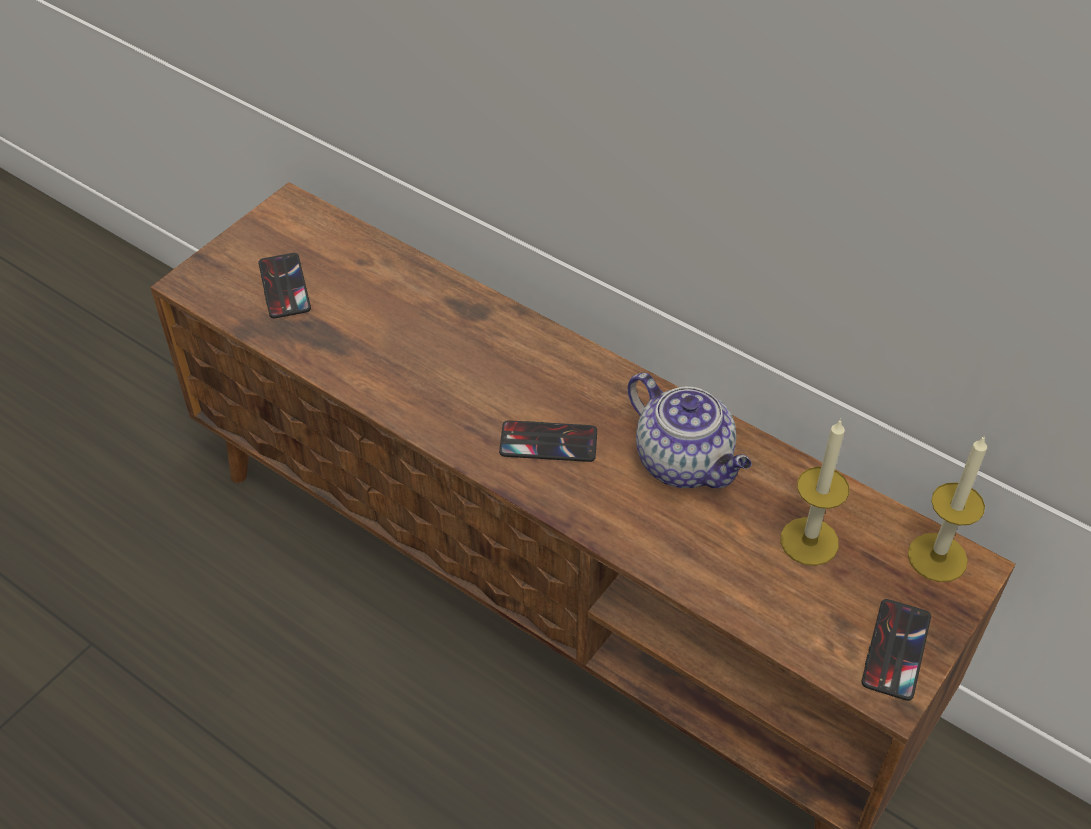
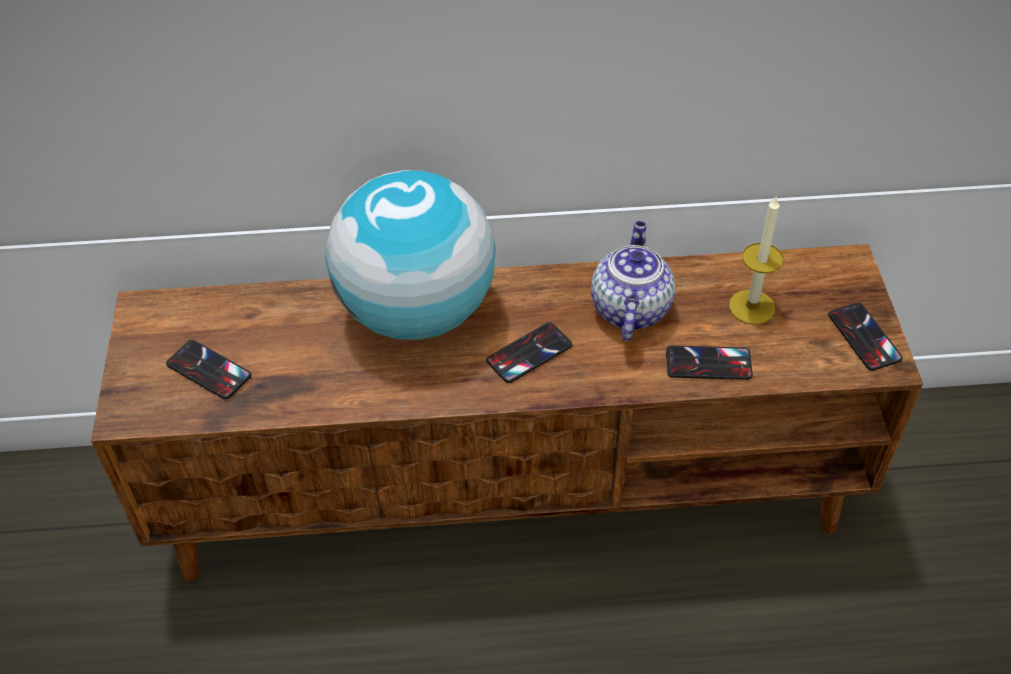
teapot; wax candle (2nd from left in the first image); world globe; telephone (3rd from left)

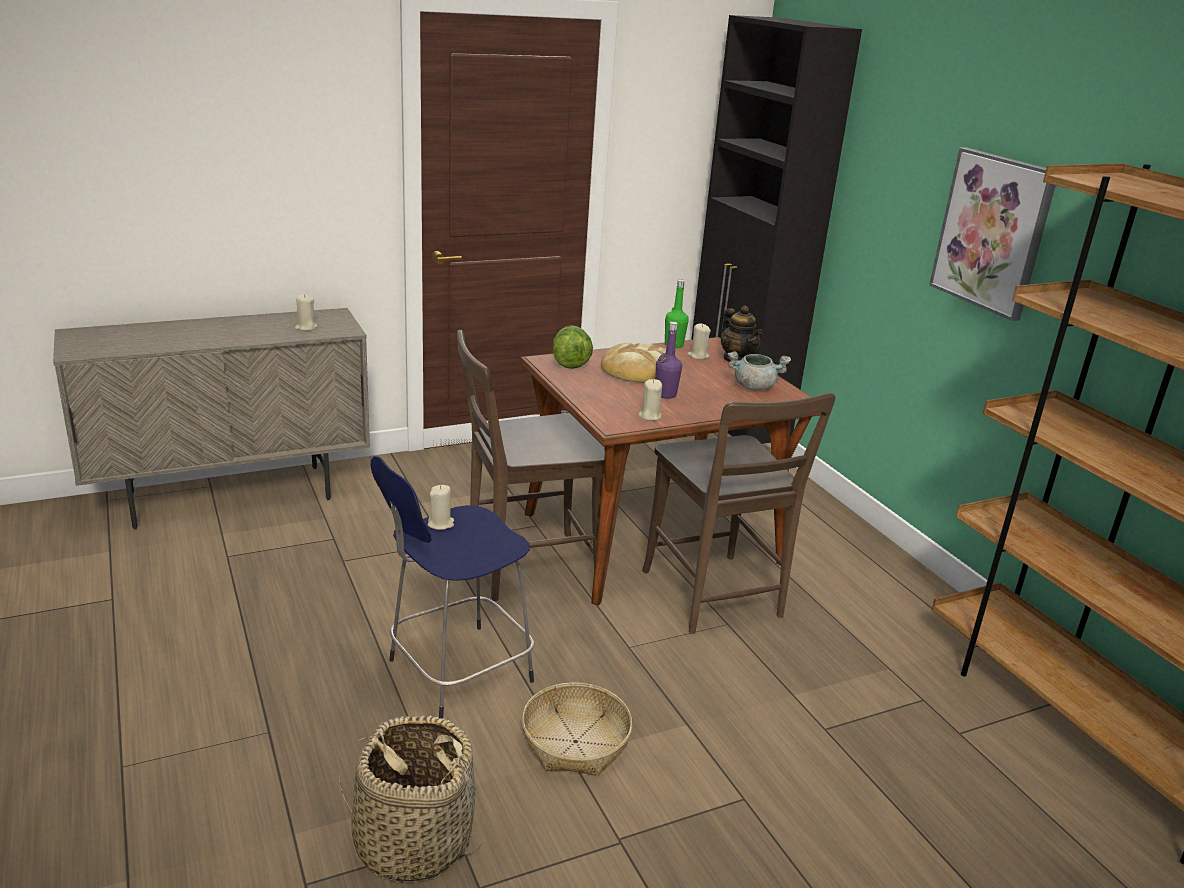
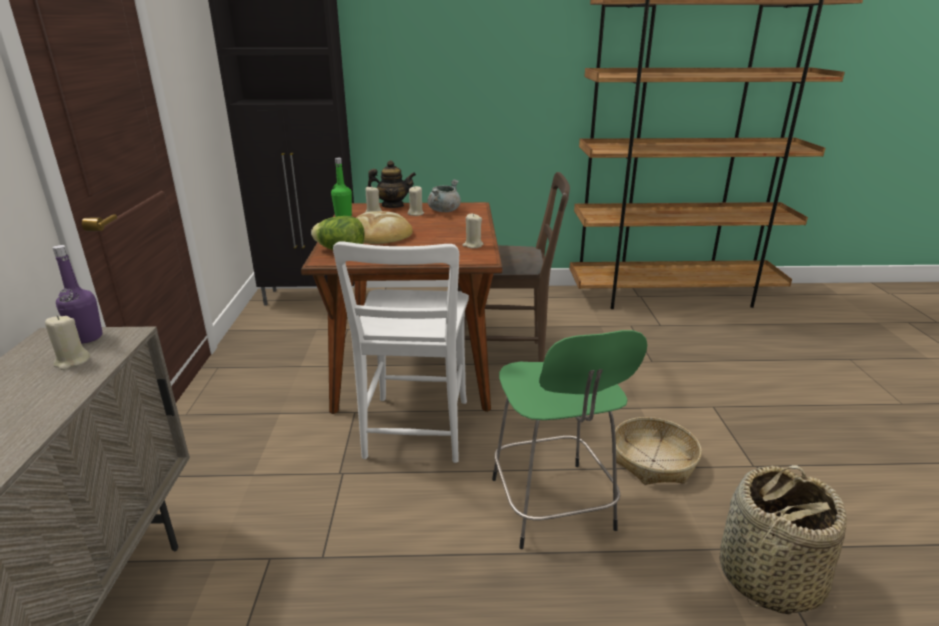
wall picture; purplish drink bottle; whitish upright chair; greenish stool; beige-coloured wax candle (3rd from left)

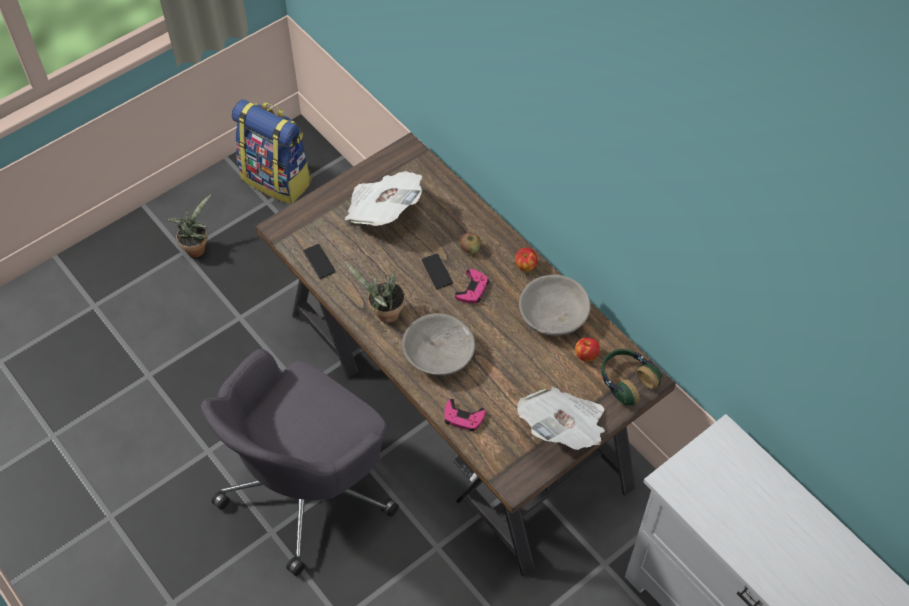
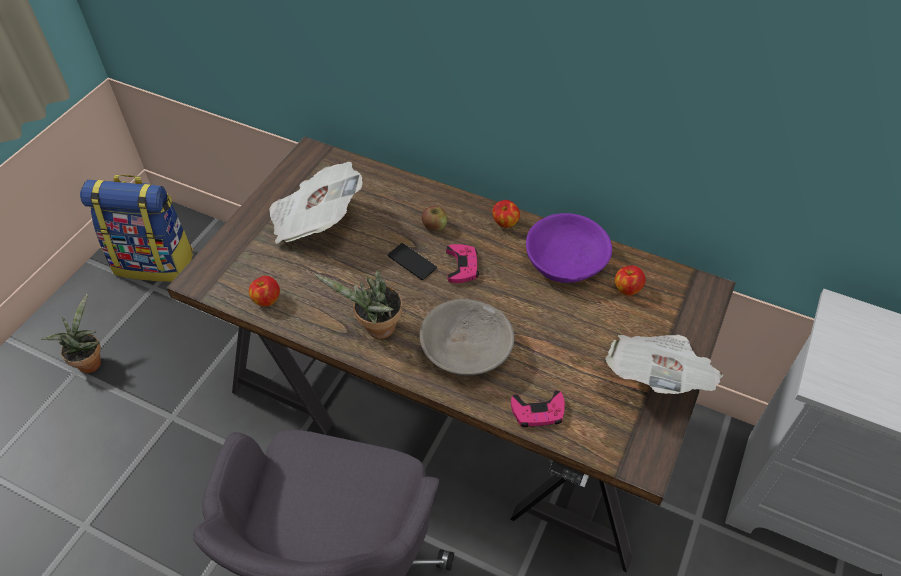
apple (1st from left); purplish deep dish; headset

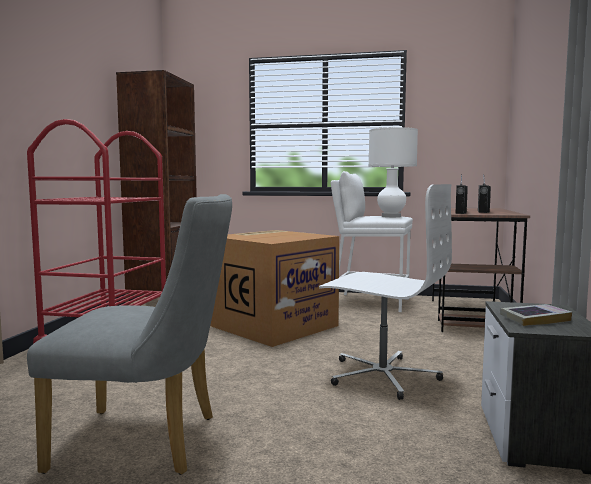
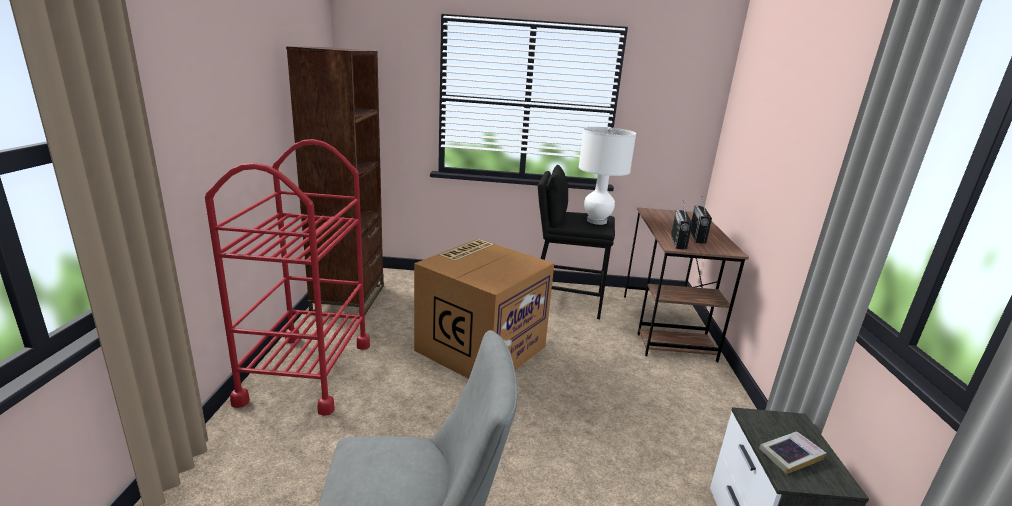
black stool; whitish computer chair

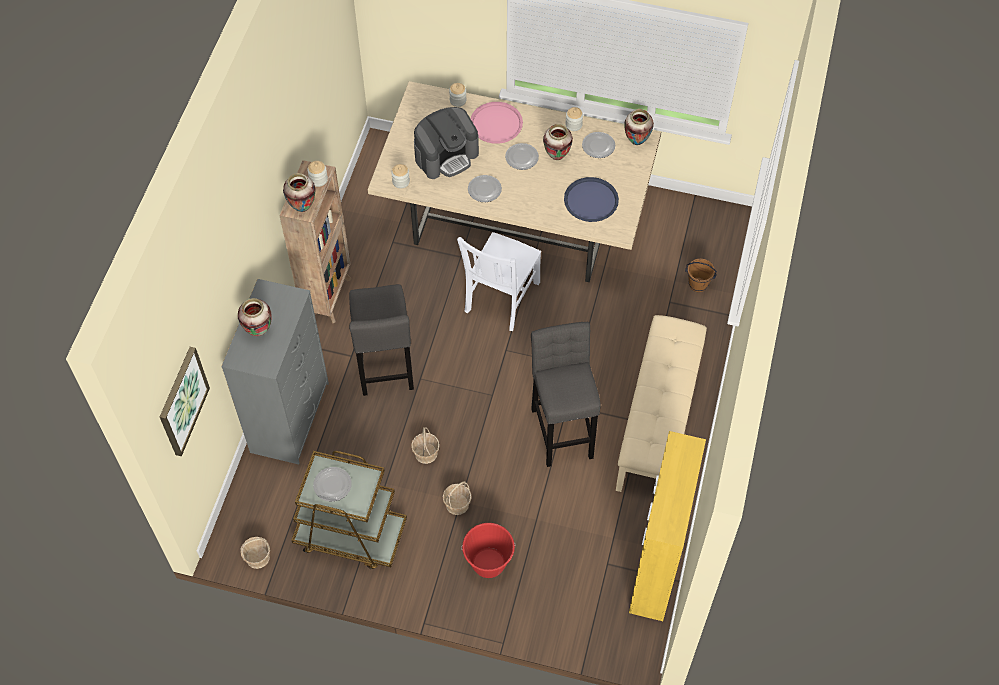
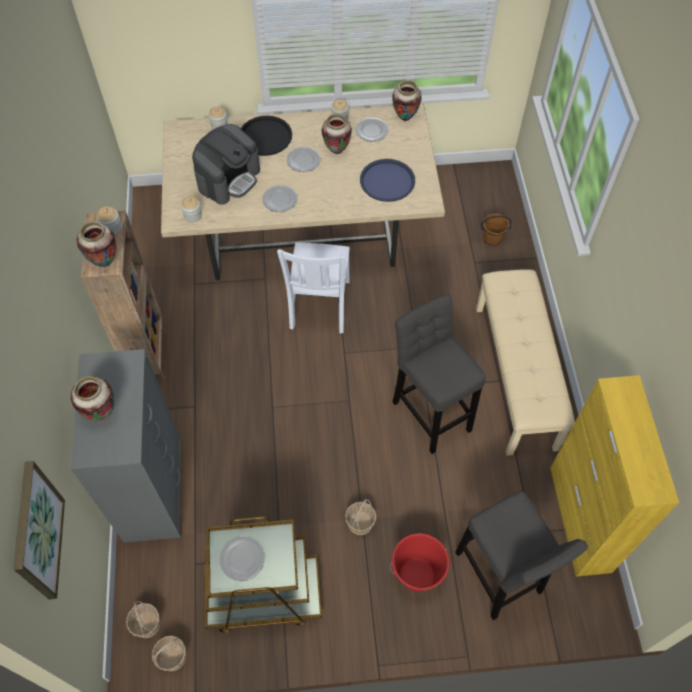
black serving tray; gray stool (2nd from left); basket (1st from left)

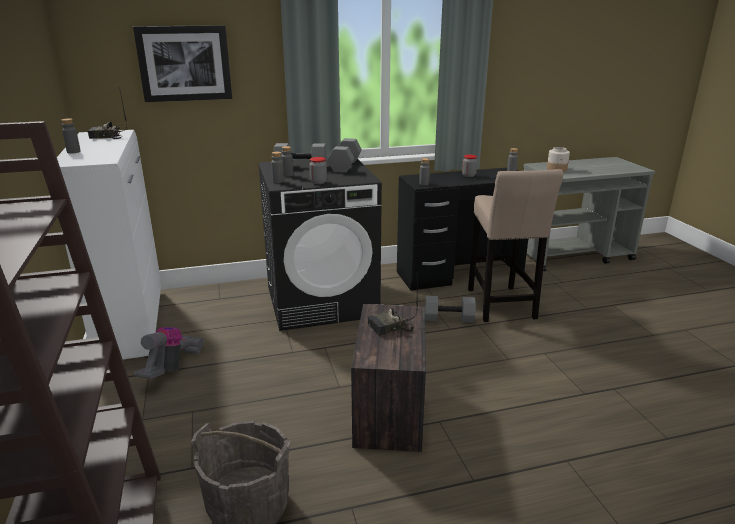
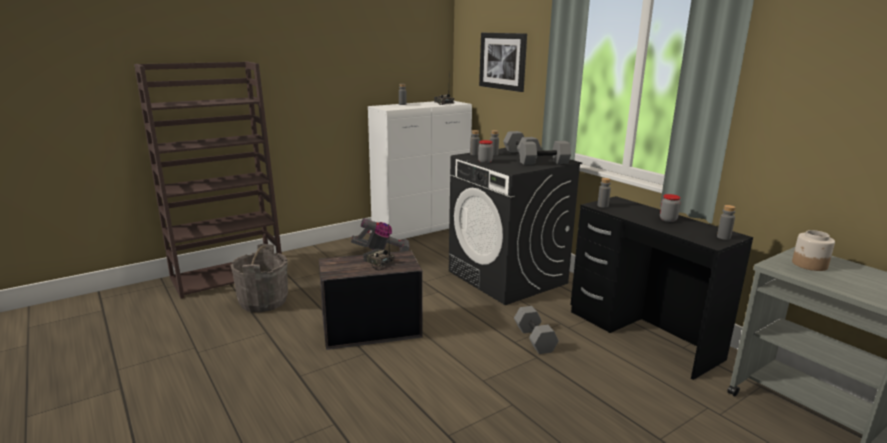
beige-coloured stool

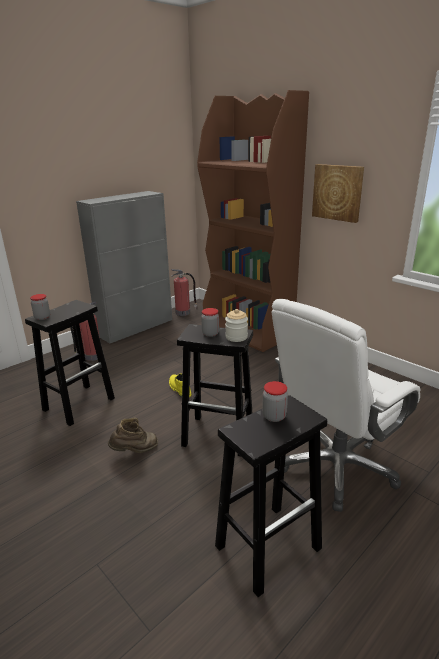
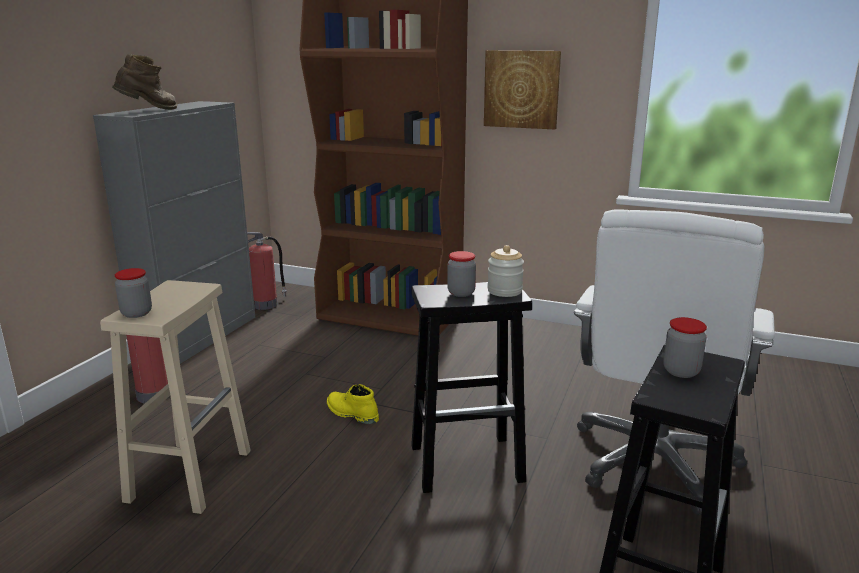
beige-coloured stool; brown boot

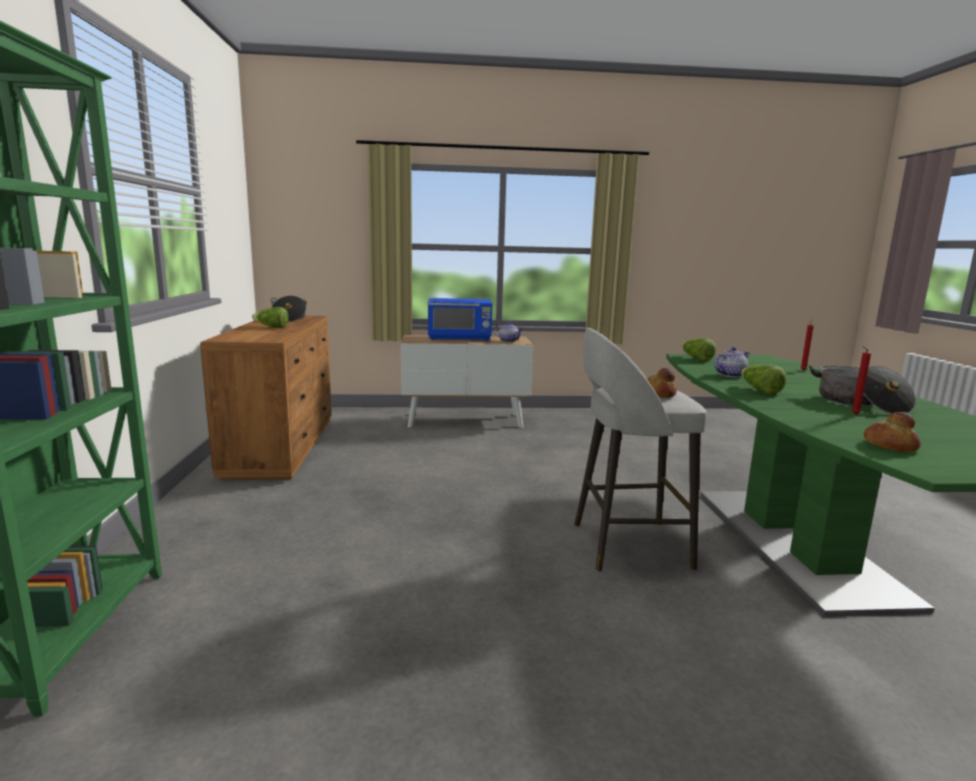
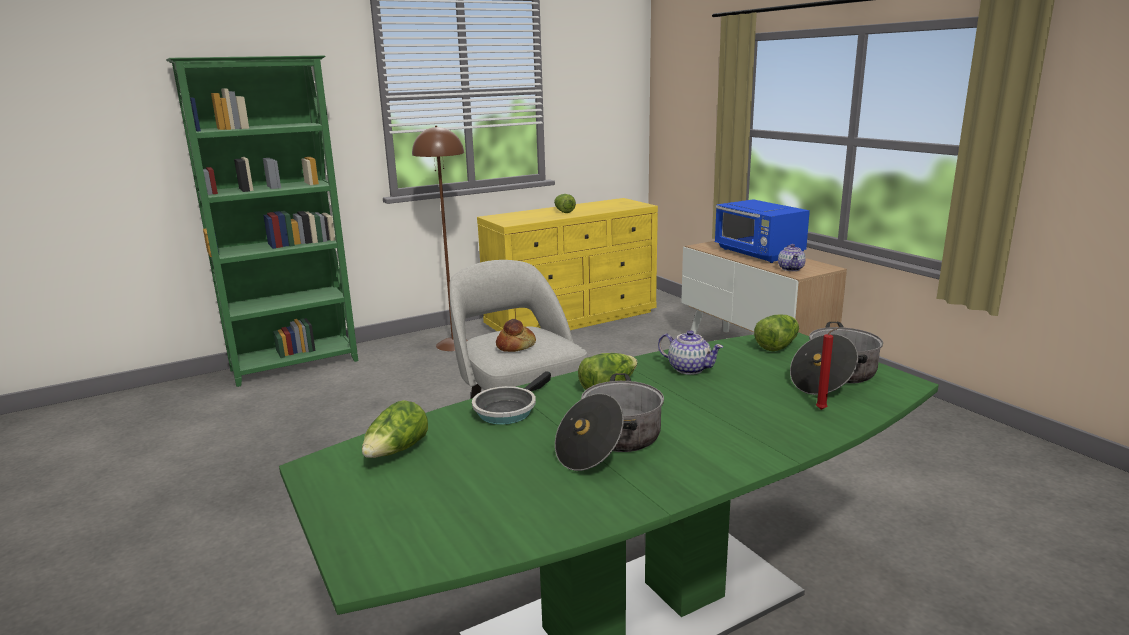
stockpot (2nd from left); yellowish drawer chest; reddish wax candle (2nd from left in the first image); head of lettuce (1st from left); brown floor lamp; frying pan

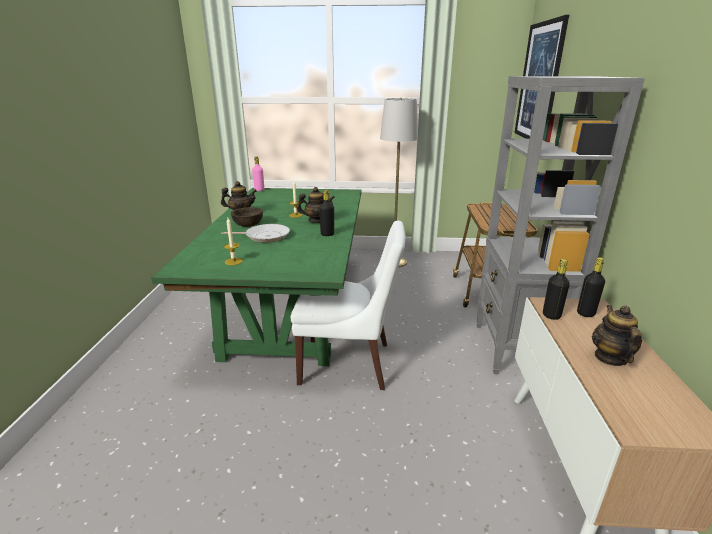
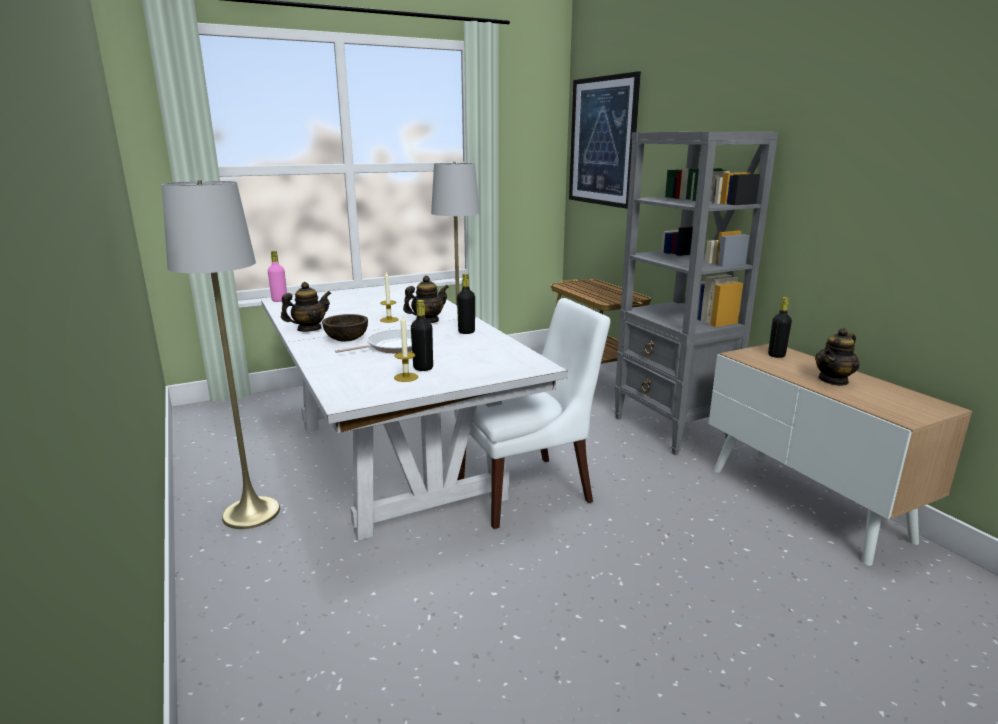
whitish dinner table; black drink bottle (1st from left); teapot (3rd from left); gray floor lamp (1st from left)

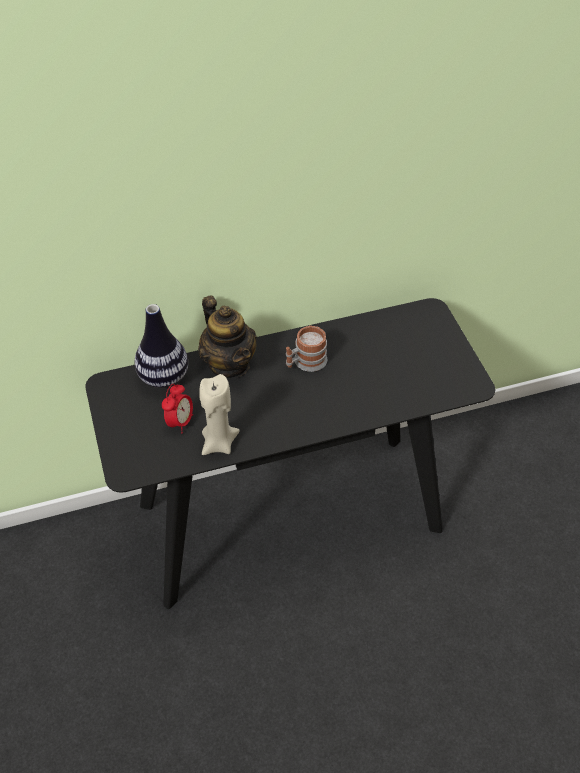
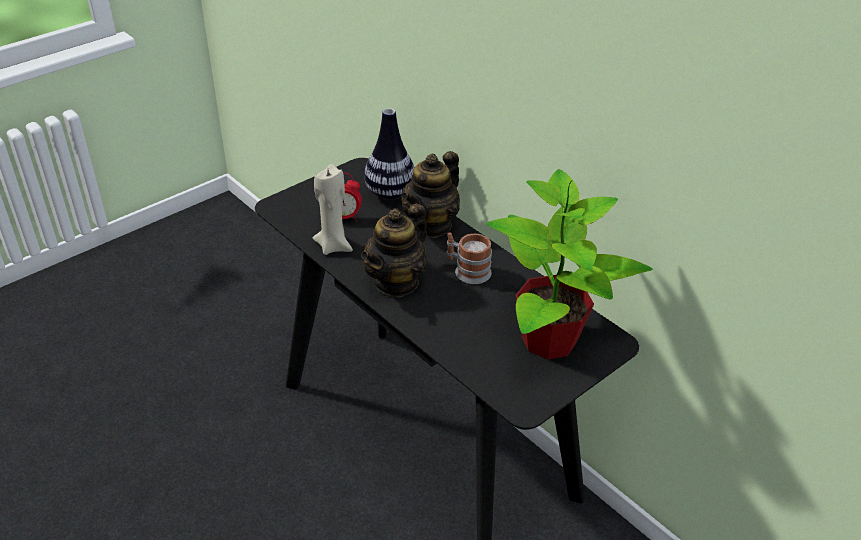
plant in a pot; teapot (1st from left)

